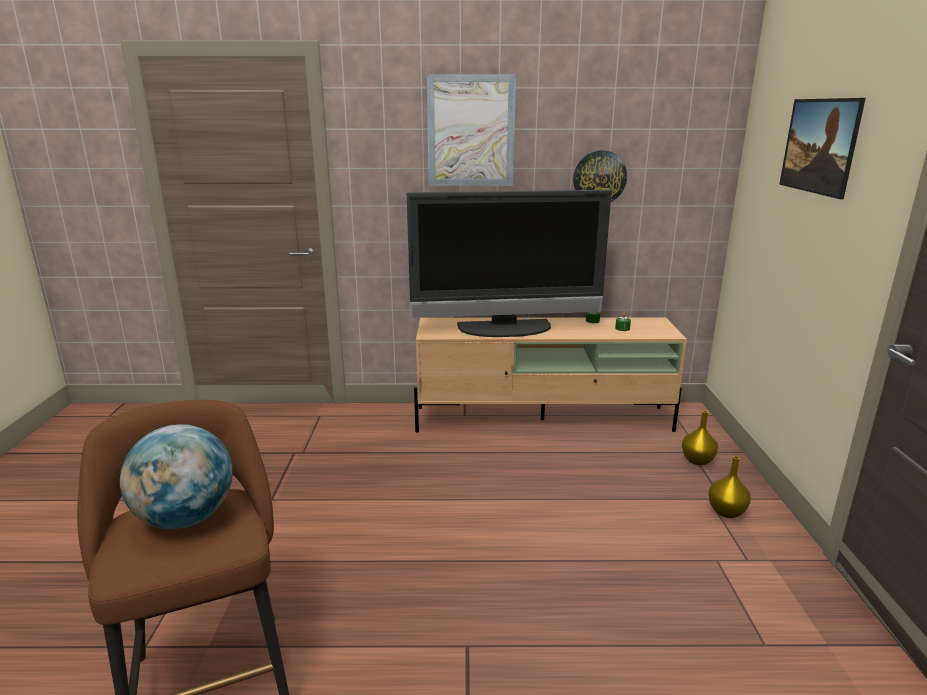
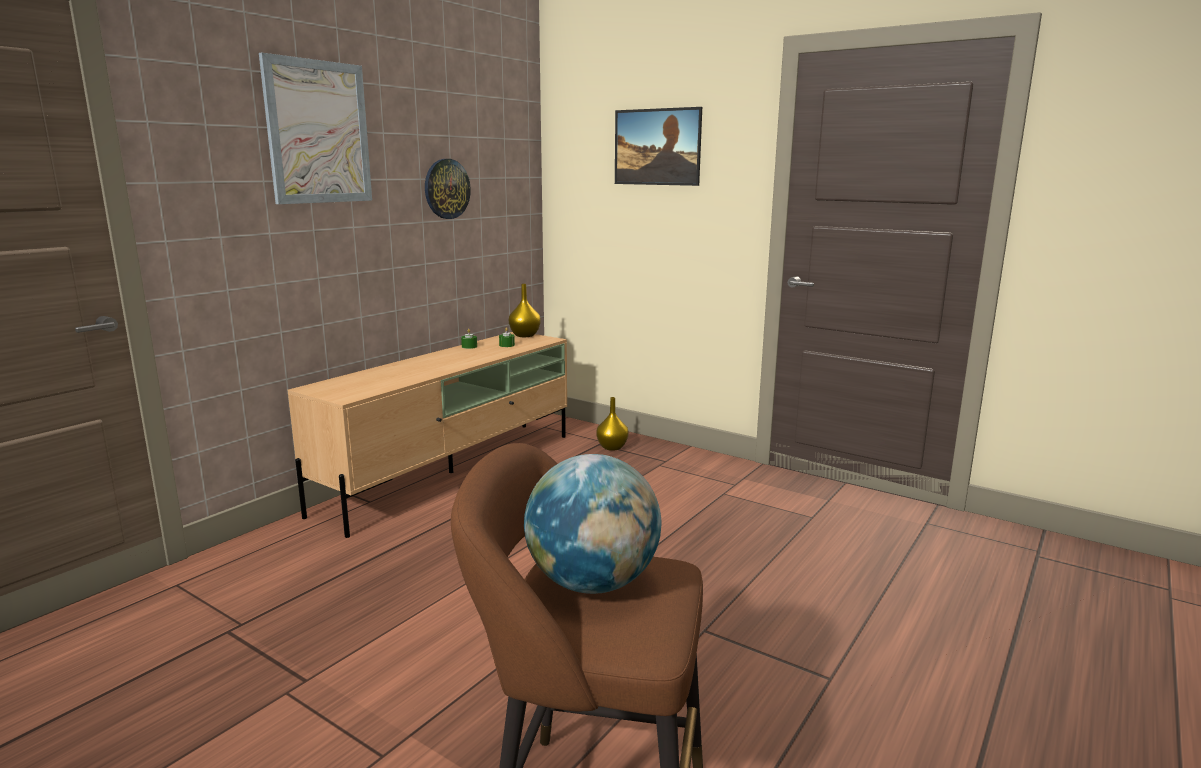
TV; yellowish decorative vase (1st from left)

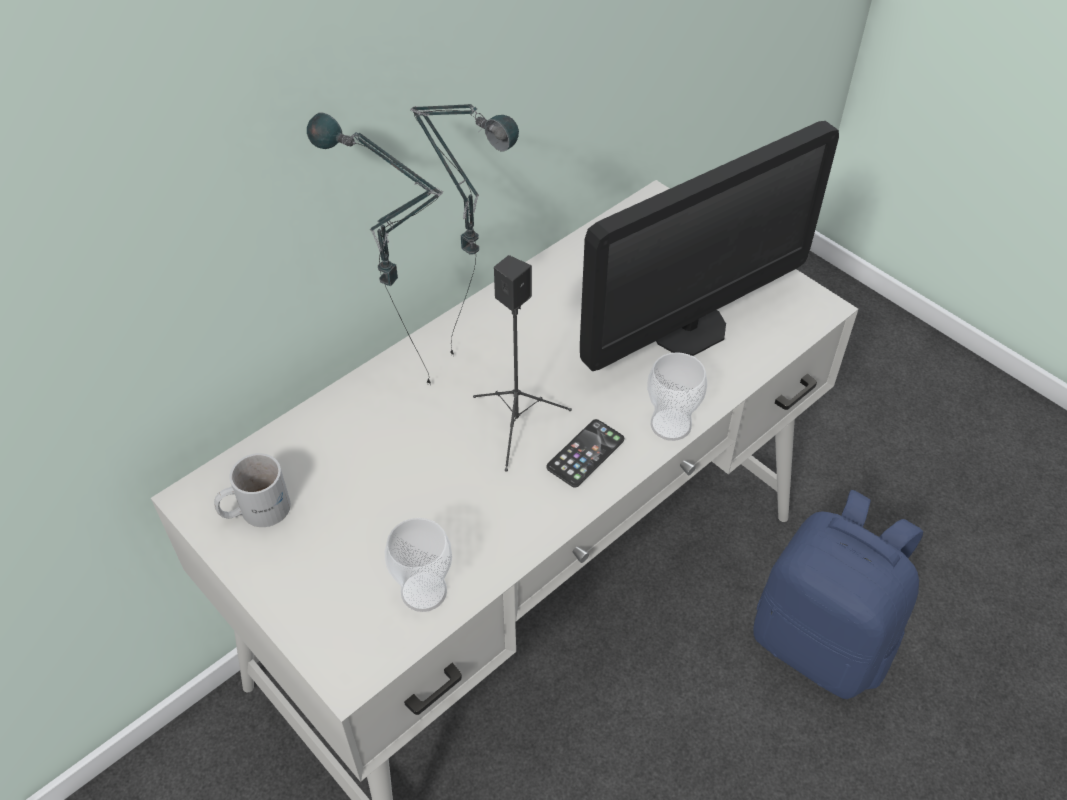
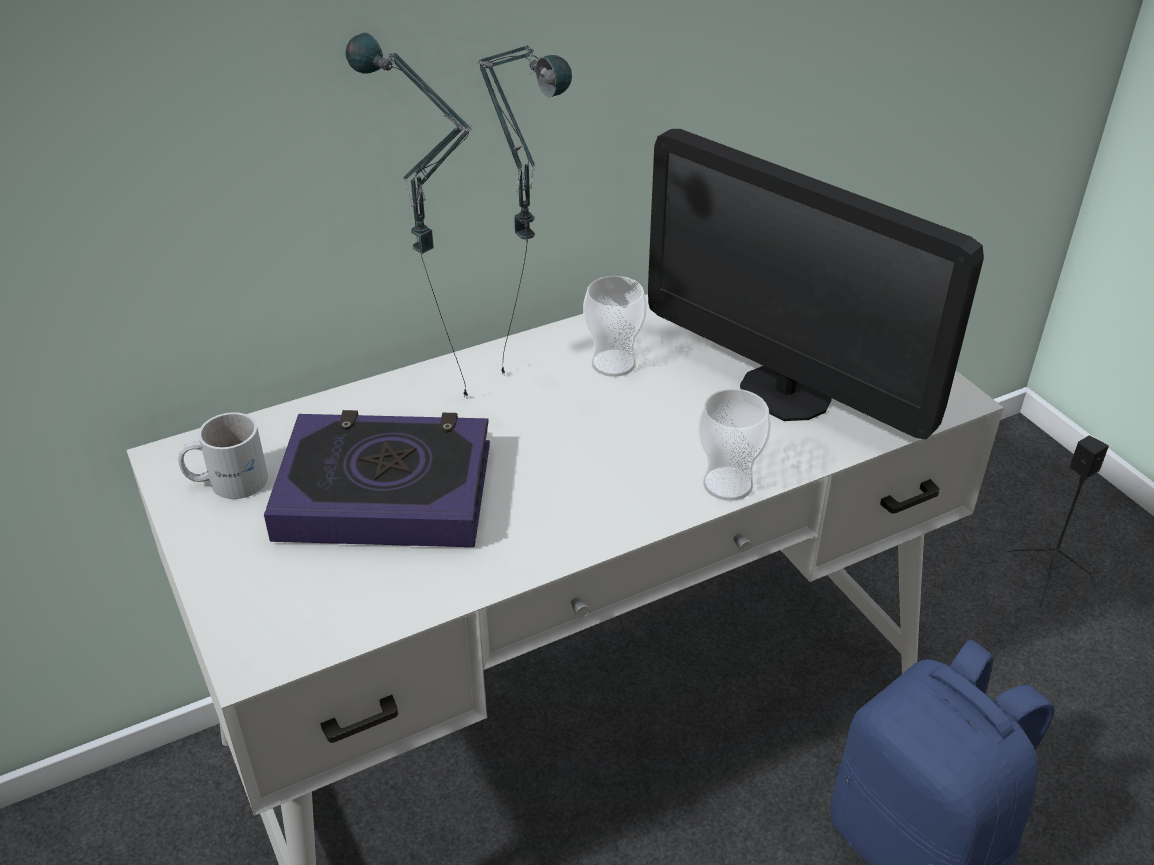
computer screen; black speaker; telephone; cup (1st from left); volume

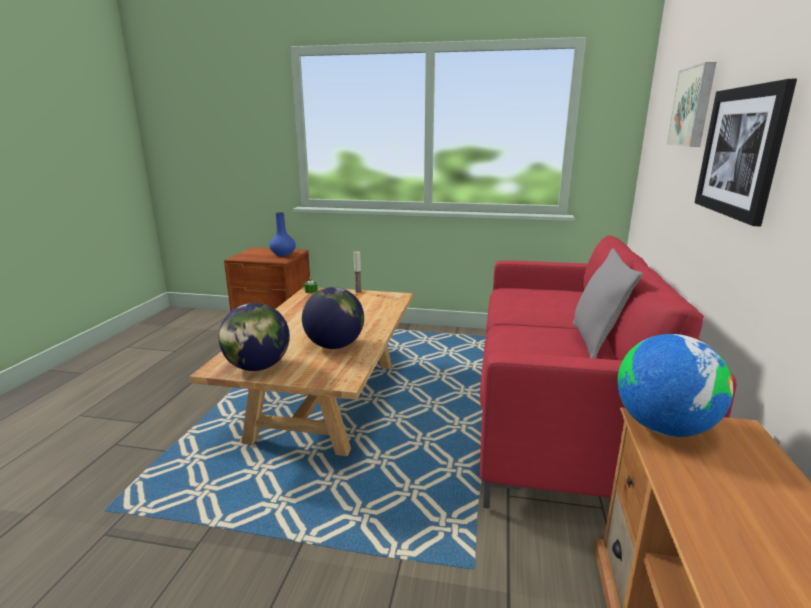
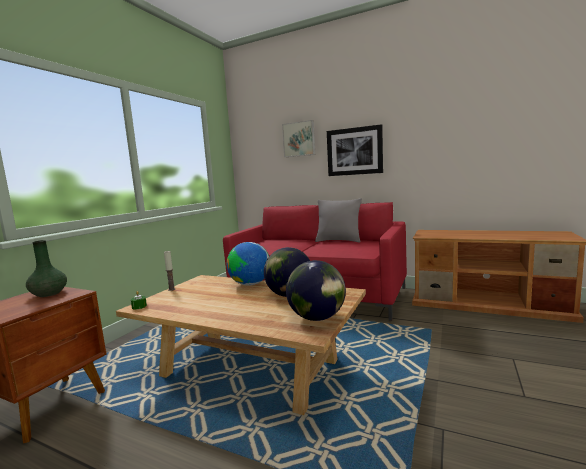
greenish decorative vase; world globe (1st from left)

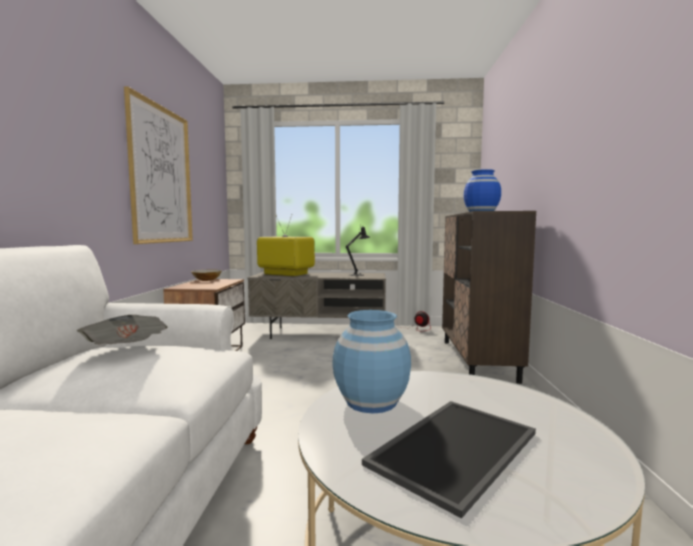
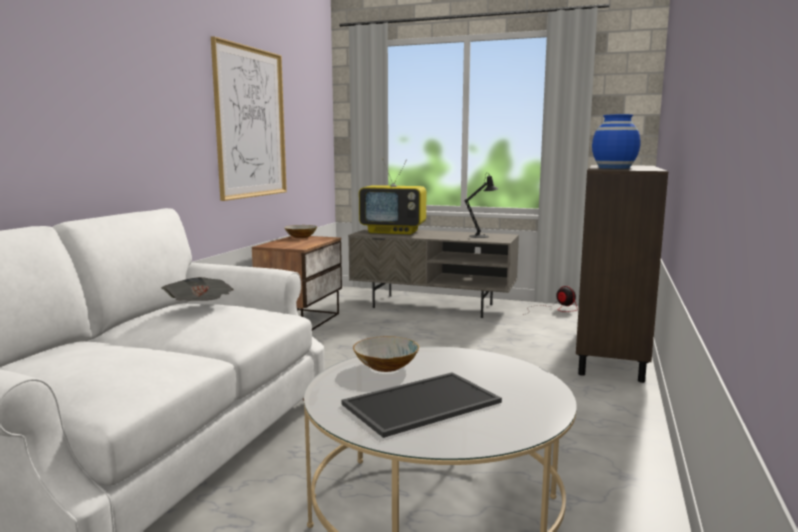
TV; deep dish (2nd from left)

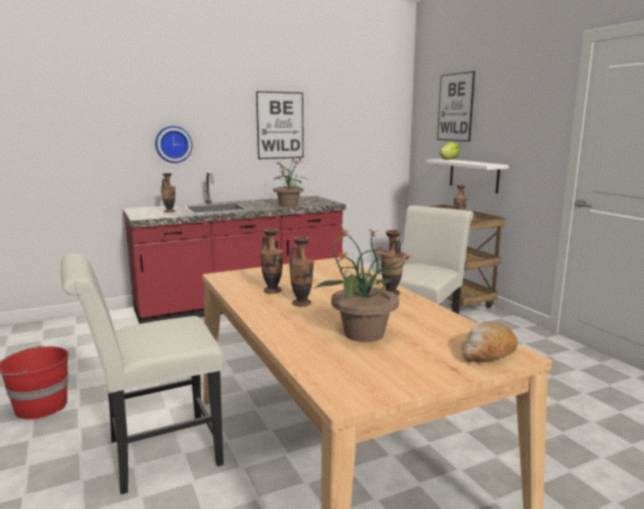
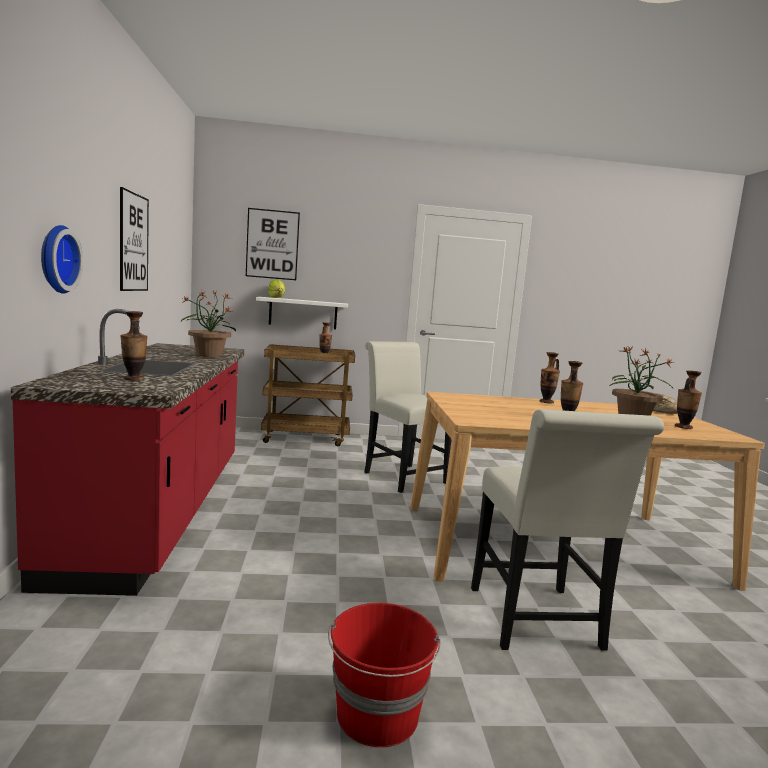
decorative vase (5th from left)

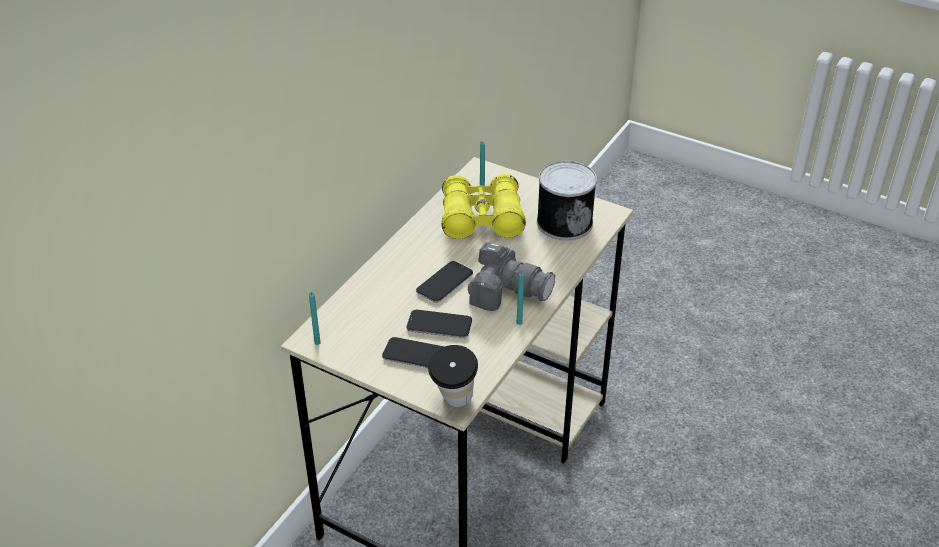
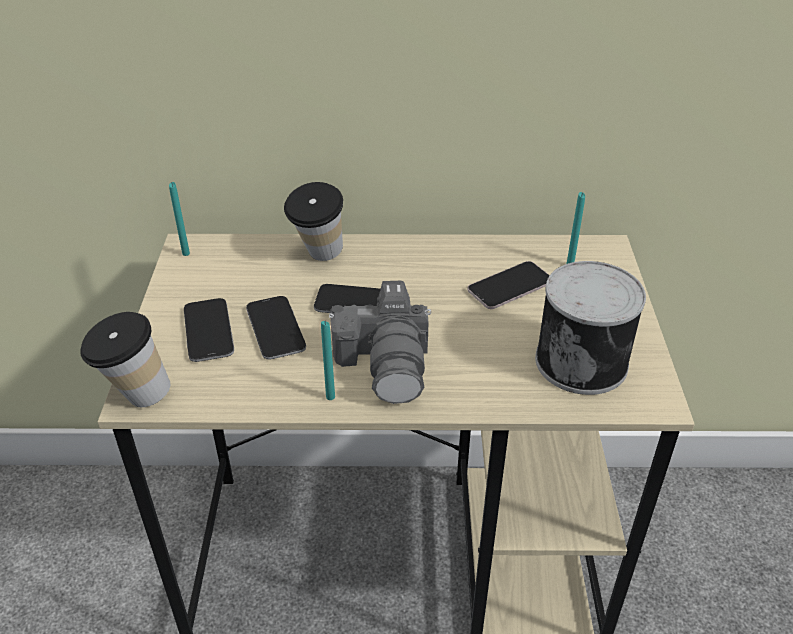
telephone (4th from left); cup (2nd from left)

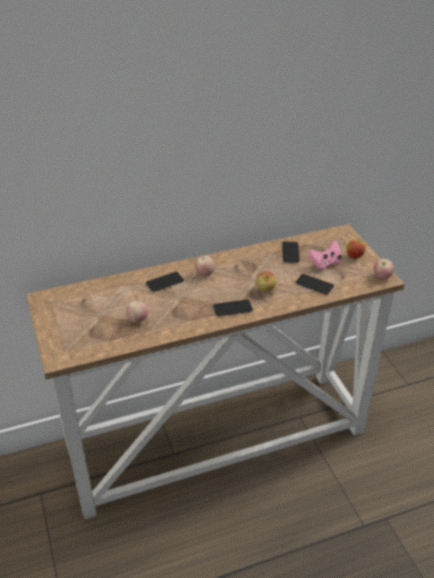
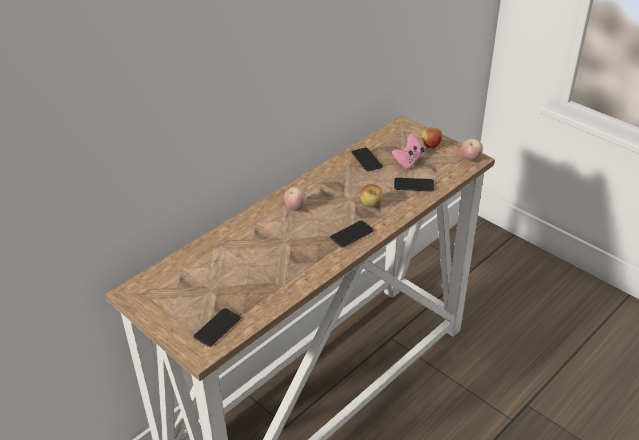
telephone (1st from left); apple (1st from left in the first image)

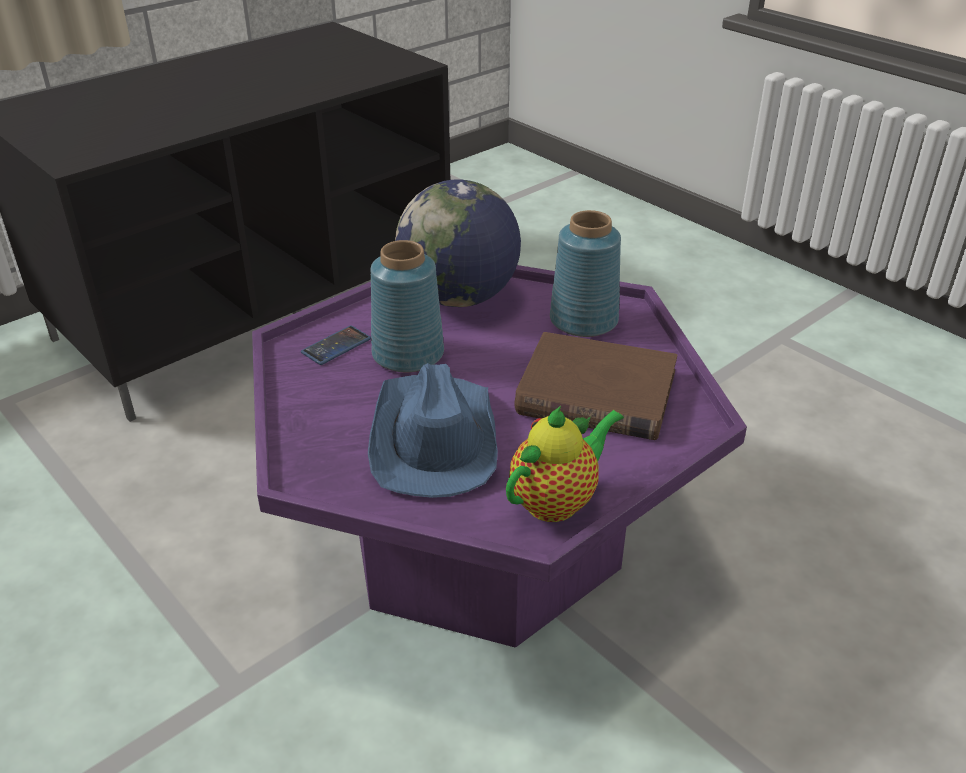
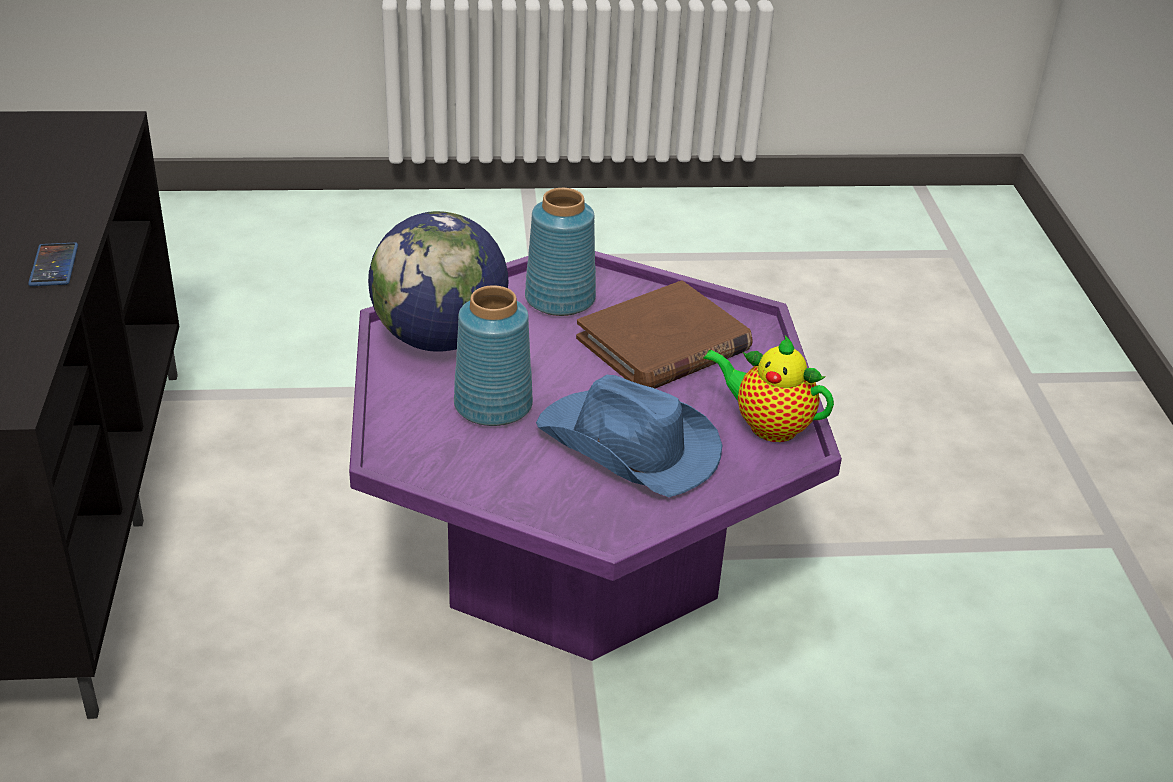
telephone; teapot

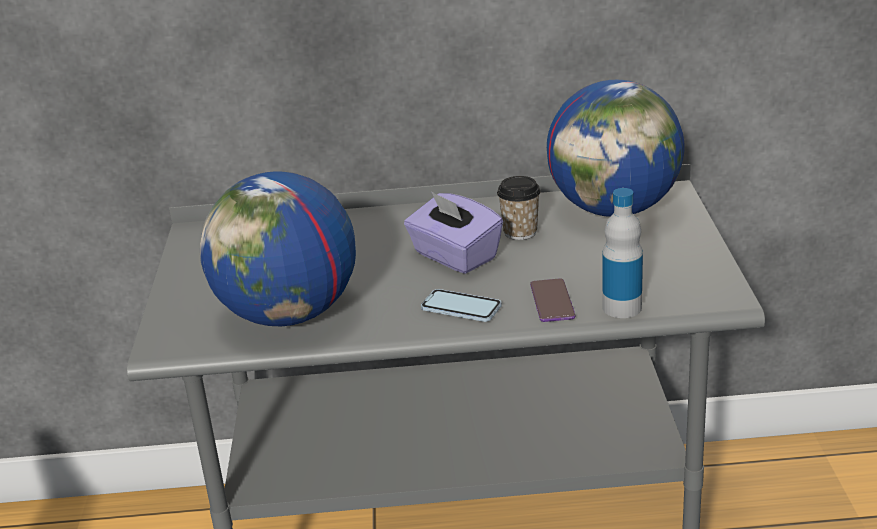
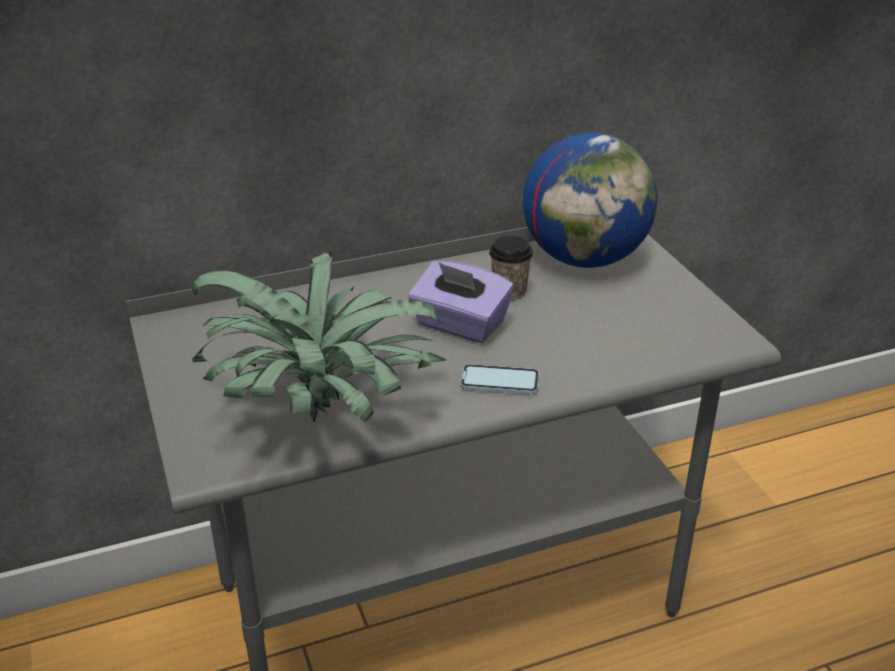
plant in a pot; drink bottle; telephone (2nd from left in the first image)

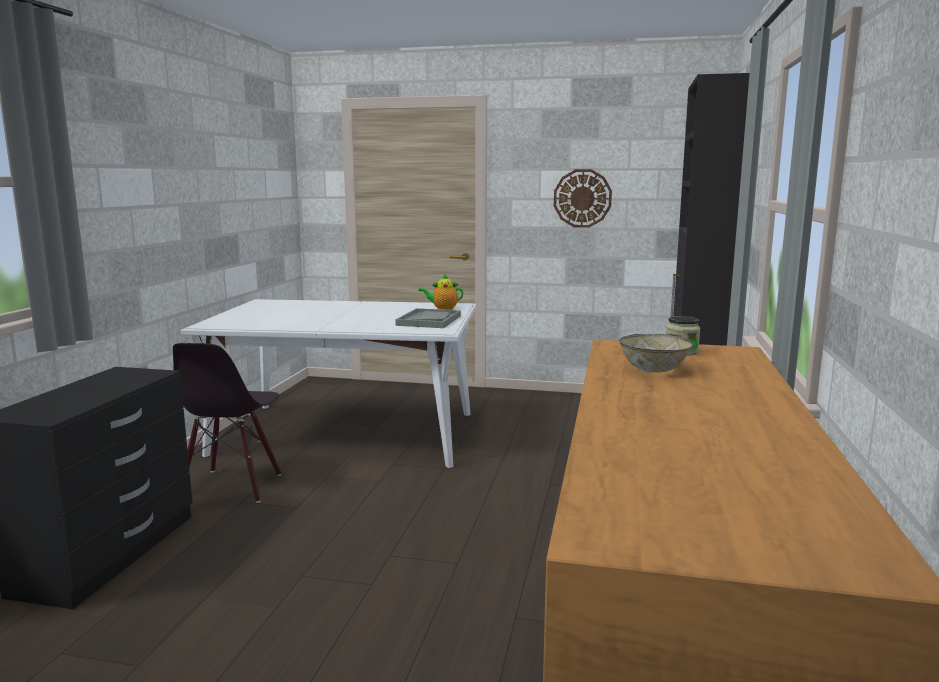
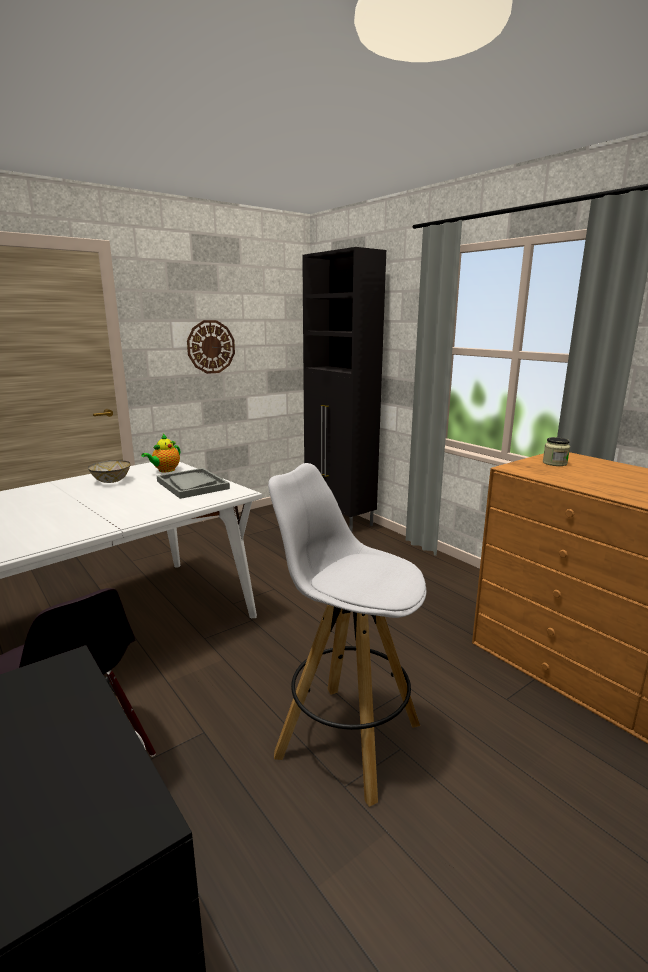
deep dish; whitish stool

